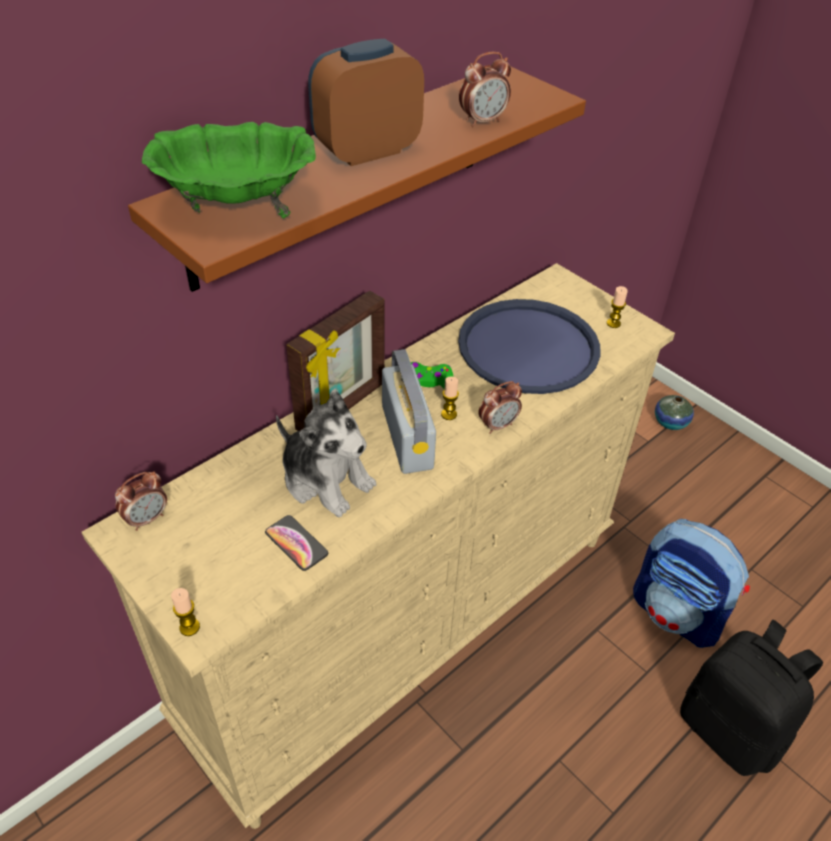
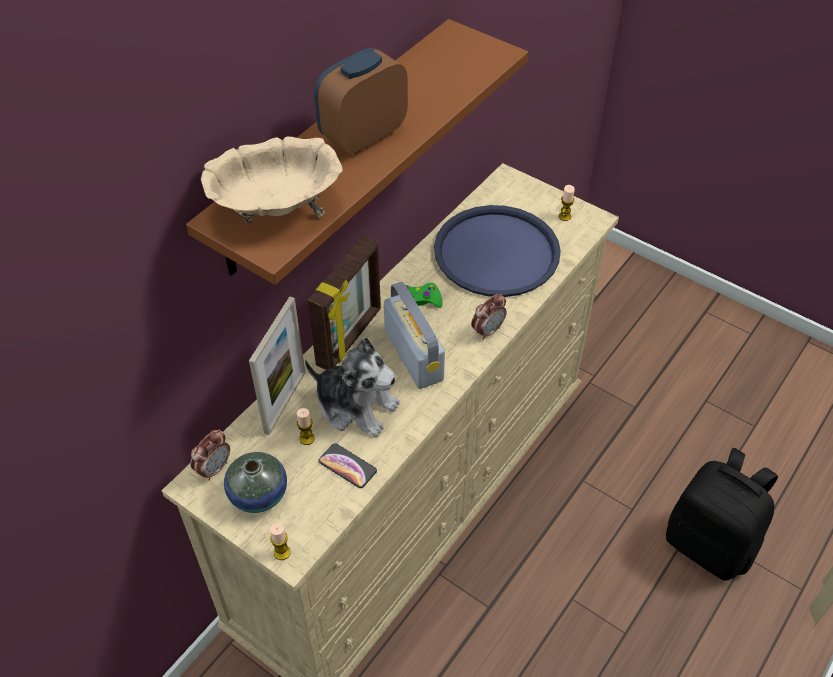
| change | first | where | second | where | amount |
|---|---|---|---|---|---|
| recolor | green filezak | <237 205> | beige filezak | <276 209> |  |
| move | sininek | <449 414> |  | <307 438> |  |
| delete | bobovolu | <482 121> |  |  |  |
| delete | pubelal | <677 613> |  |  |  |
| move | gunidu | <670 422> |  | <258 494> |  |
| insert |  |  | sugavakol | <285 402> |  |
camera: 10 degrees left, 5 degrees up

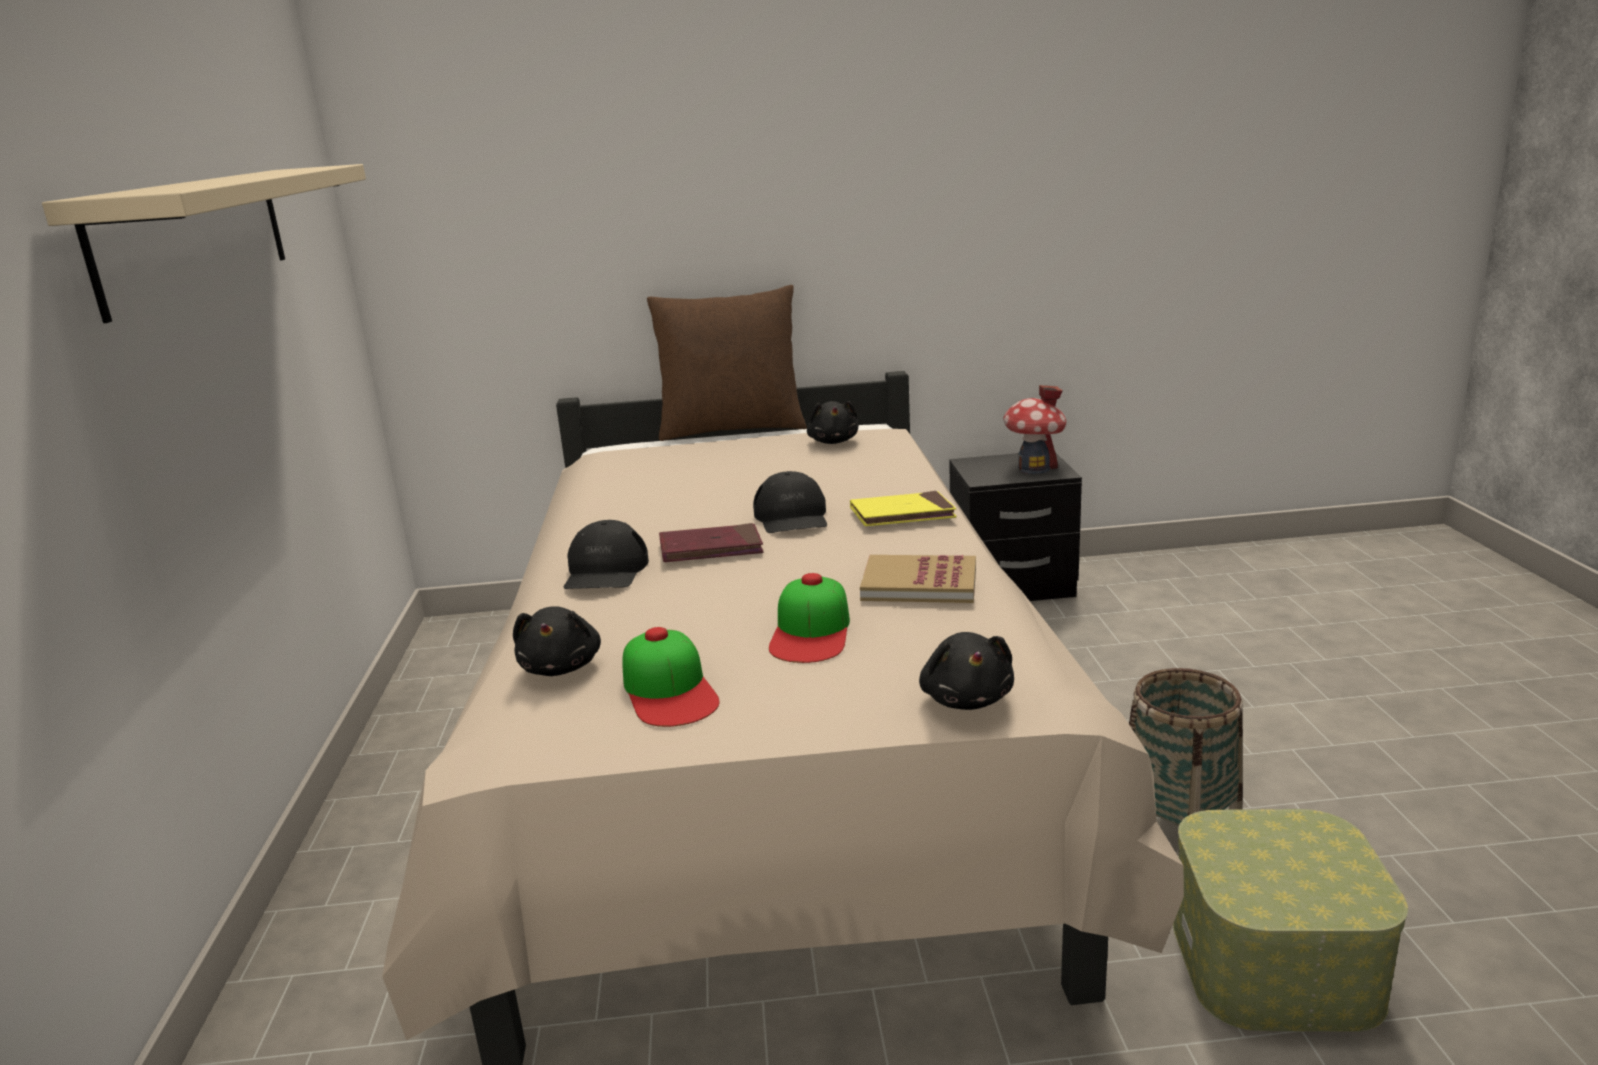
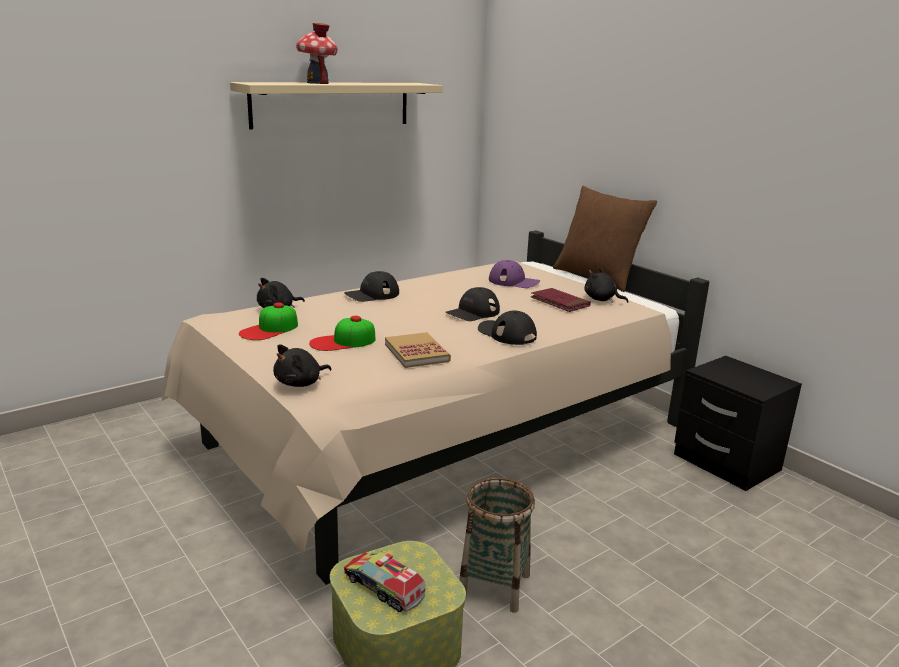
| change | first | where | second | where | amount |
|---|---|---|---|---|---|
| move | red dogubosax | <711 548> |  | <560 302> |  |
| rotate | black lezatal | <833 441> |  | <601 300> | 75 degrees clockwise |
| replace | yellow dogubosax | <902 514> | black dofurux | <507 334> |  |
| move | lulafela | <1034 468> |  | <317 83> |  |
| insert |  |  | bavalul | <383 587> |  |
| insert |  |  | purple dofurux | <514 281> |  |
camera: 55 degrees right, 0 degrees up

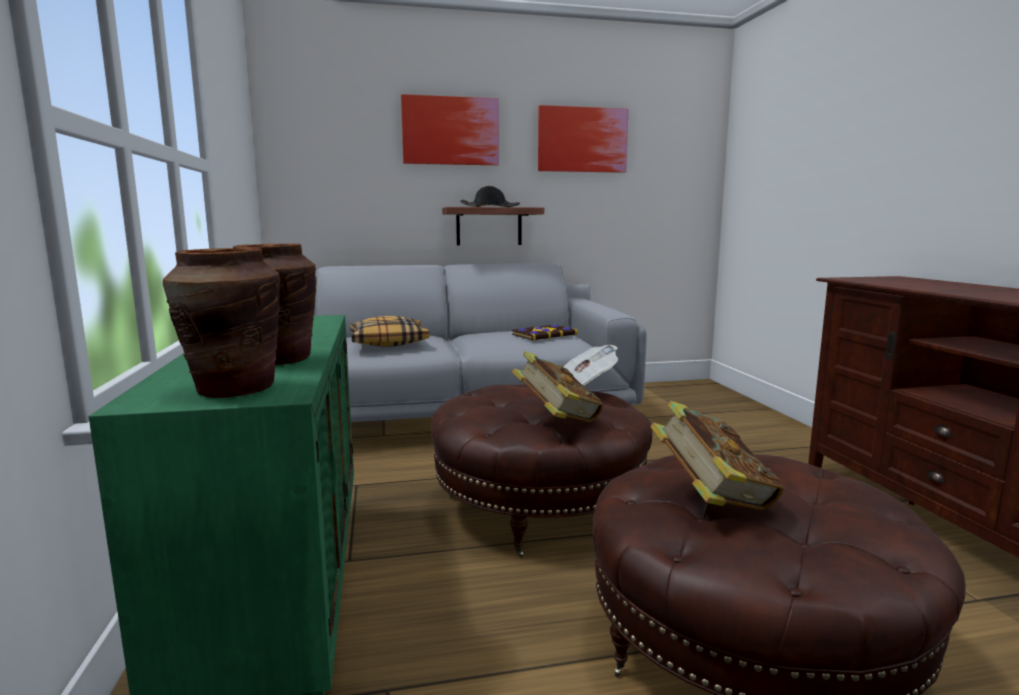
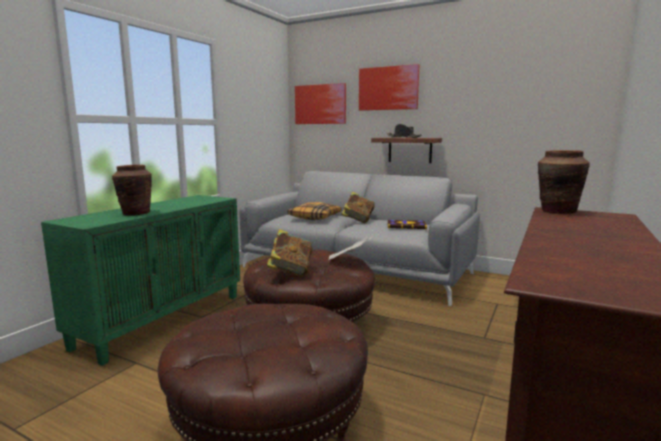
| change | first | where | second | where | amount |
|---|---|---|---|---|---|
| move | brown gunidu | <234 389> |  | <558 211> |  |
| move | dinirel | <582 140> |  | <320 104> |  |
| move | dogubosax | <711 500> |  | <358 220> |  |
camera: 40 degrees right, 0 degrees up

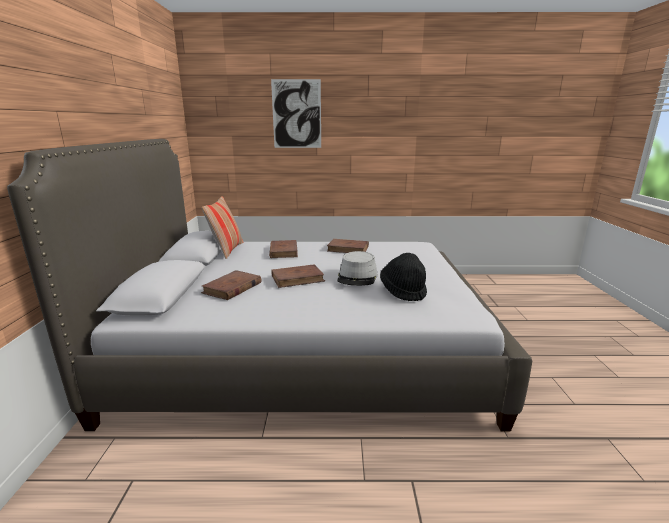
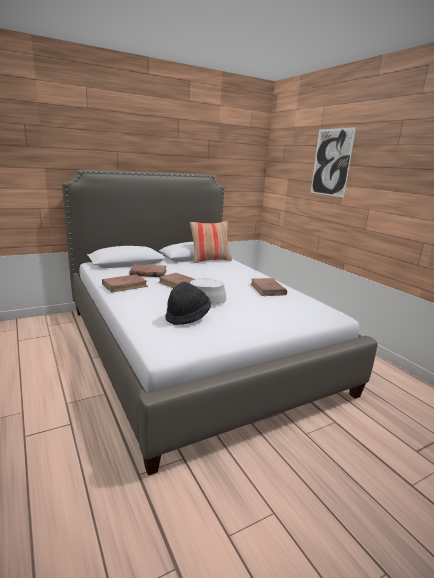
| change | first | where | second | where | amount |
|---|---|---|---|---|---|
| move | brown dogubosax | <283 251> |  | <125 285> |  |
camera: 60 degrees right, 0 degrees up

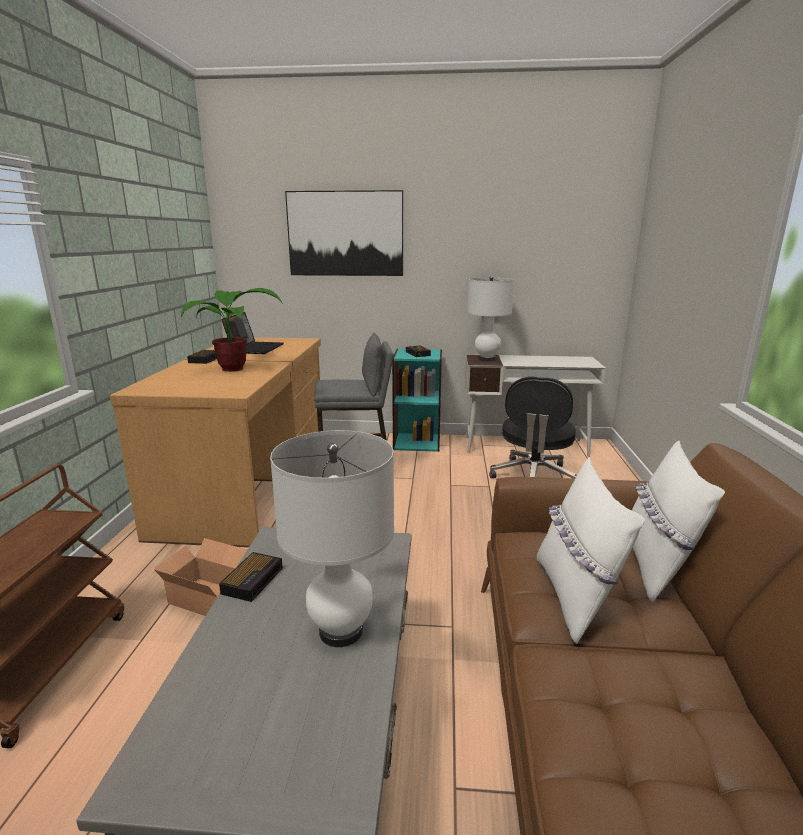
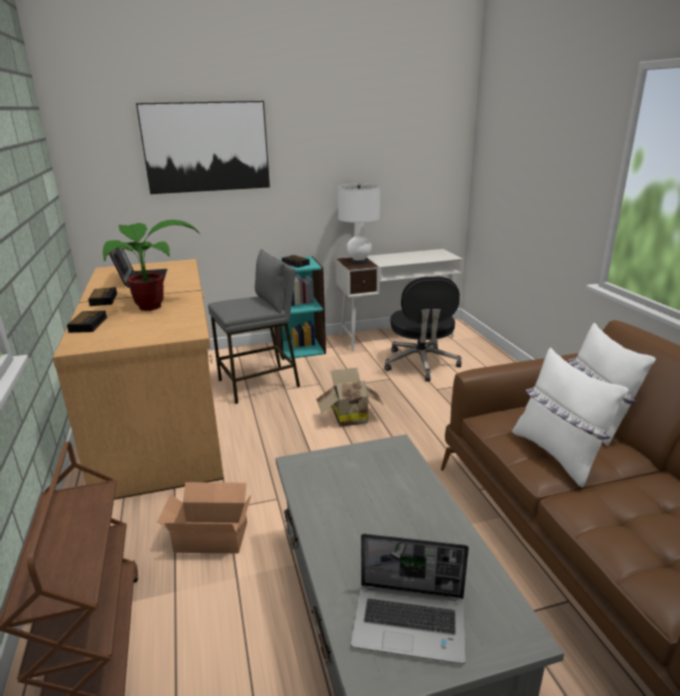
| change | first | where | second | where | amount |
|---|---|---|---|---|---|
| move | bobovolu | <253 579> |  | <88 324> |  |
| delete | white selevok | <340 631> |  |  |  |
| insert |  |  | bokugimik | <348 417> |  |
| insert |  |  | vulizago | <411 622> |  |
camera: 20 degrees left, 5 degrees up

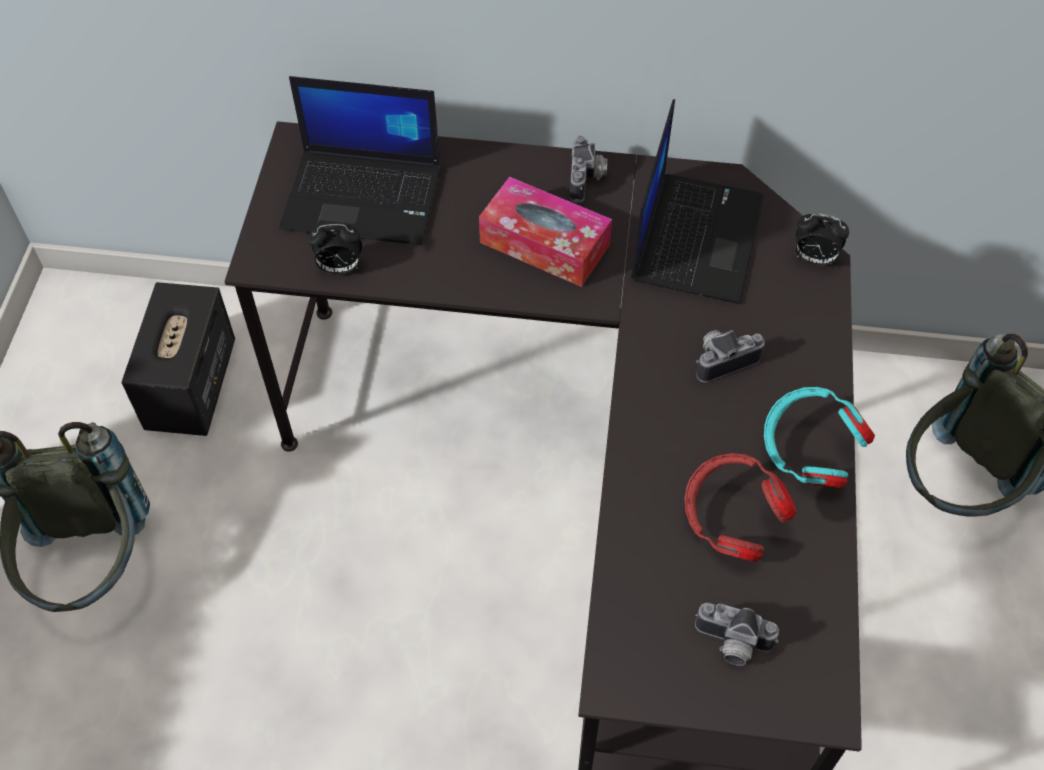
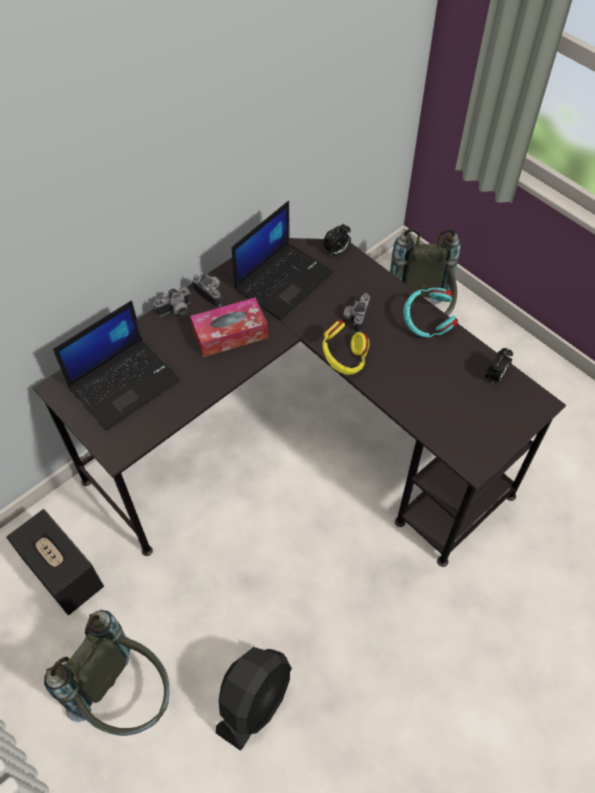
| change | first | where | second | where | amount |
|---|---|---|---|---|---|
| move | bobovolu | <339 268> |  | <495 376> |  |
| rotate | vulizago | <696 236> |  | <284 280> | 75 degrees clockwise |
| delete | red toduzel | <730 522> |  |  |  |
| move | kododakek | <731 645> |  | <176 311> |  |
| insert |  |  | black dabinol | <255 700> |  |
| insert |  |  | yellow toduzel | <343 360> |  |
camera: 50 degrees left, 0 degrees up

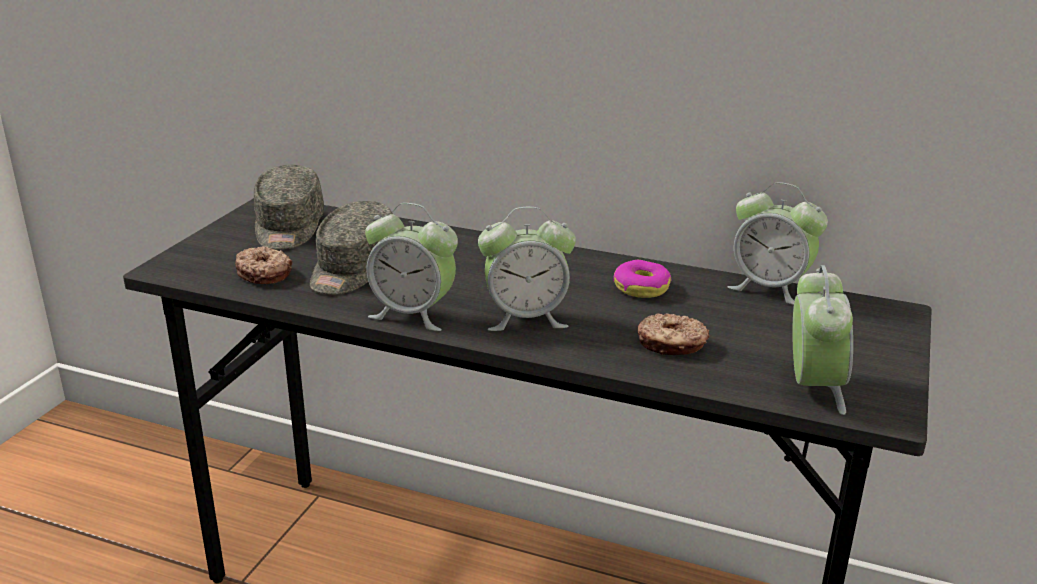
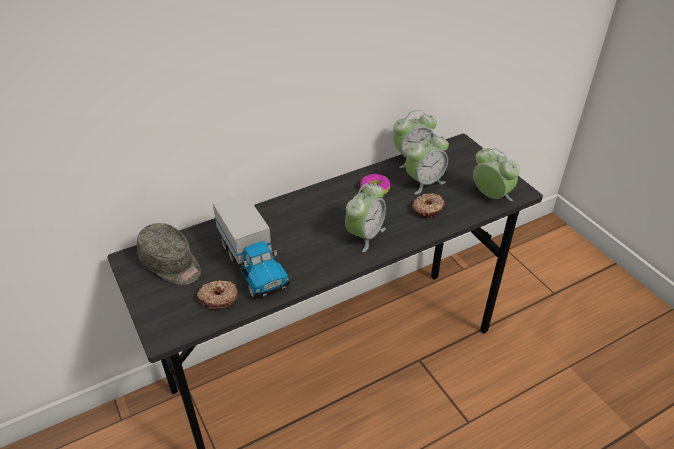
| change | first | where | second | where | amount |
|---|---|---|---|---|---|
| replace | grey dofurux | <353 270> | bavalul | <253 265> |  |
| move | bobovolu | <413 314> |  | <424 182> |  |
camera: 50 degrees left, 15 degrees up

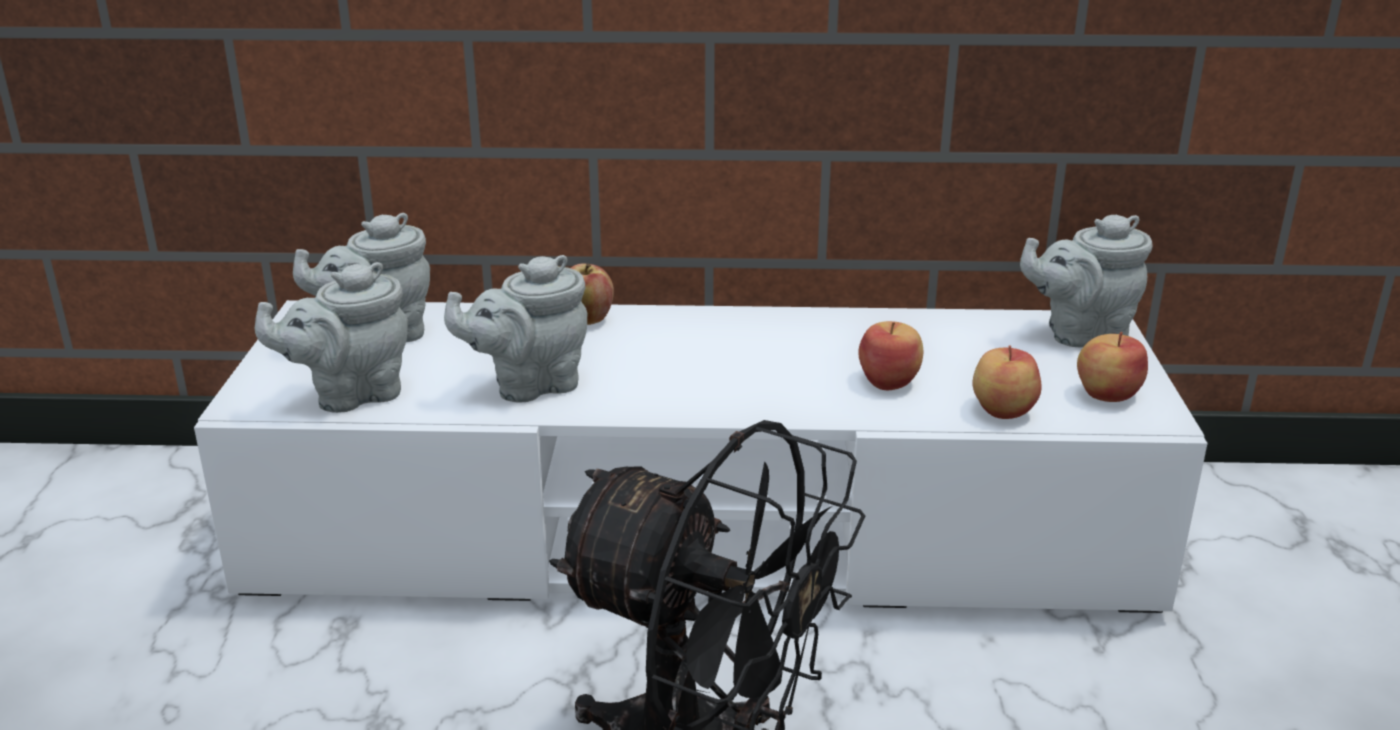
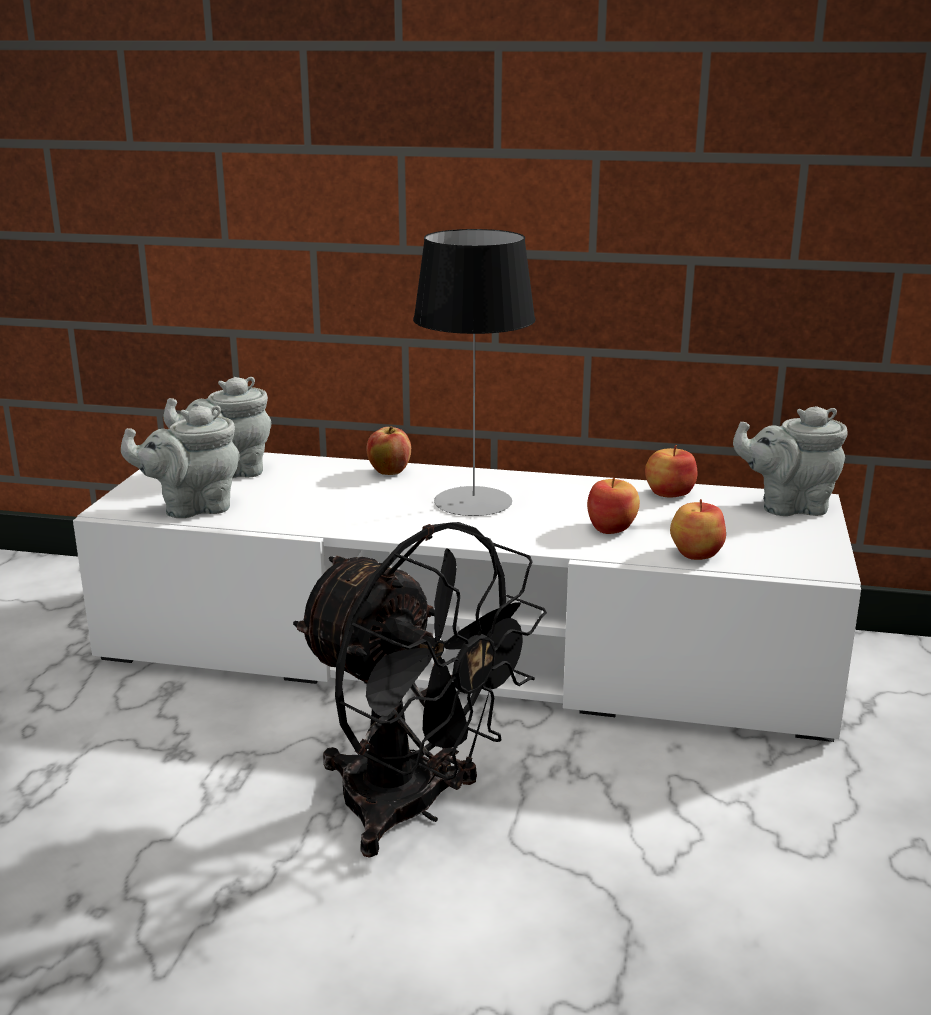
| change | first | where | second | where | amount |
|---|---|---|---|---|---|
| delete | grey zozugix | <529 385> |  |  |  |
| move | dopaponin | <1107 394> |  | <669 493> |  |
| insert |  |  | selevok | <473 501> |  |
camera: 10 degrees right, 5 degrees down

